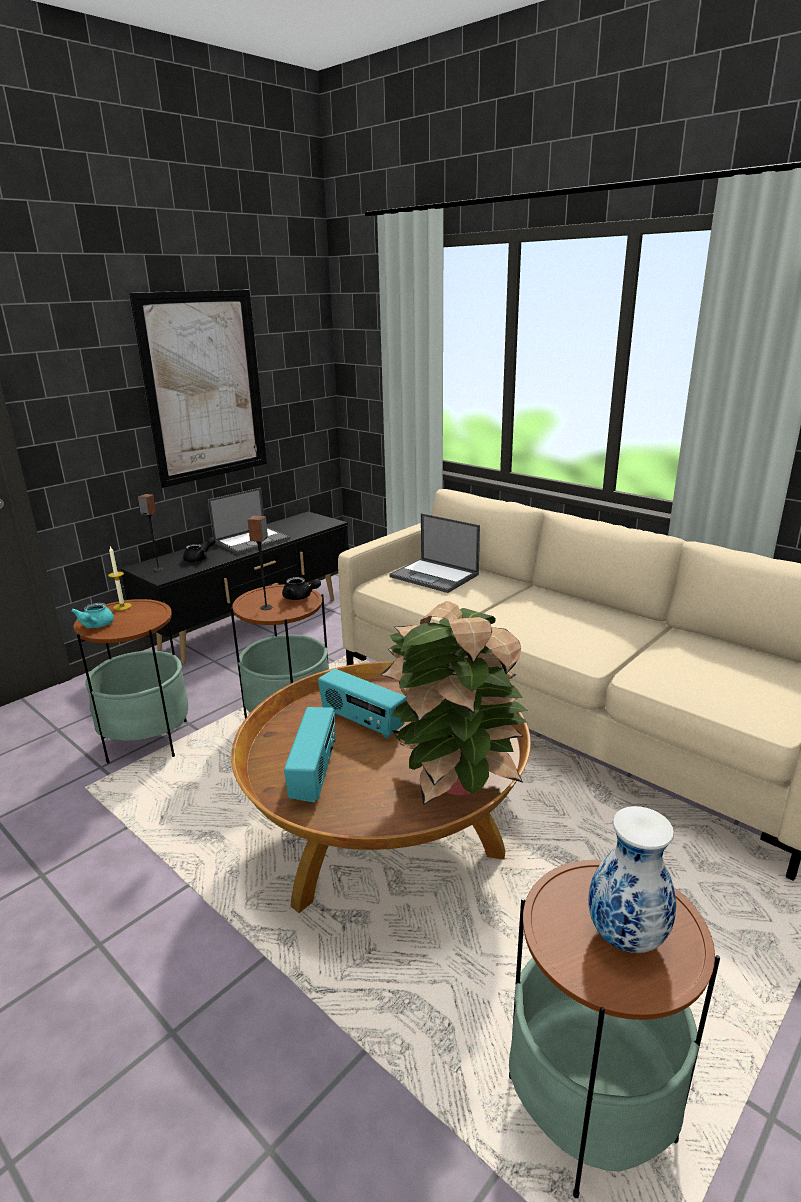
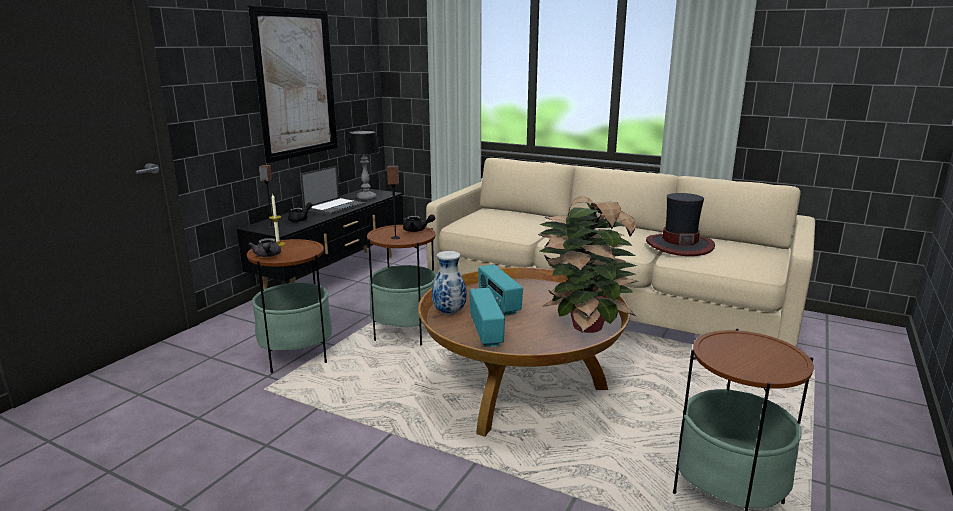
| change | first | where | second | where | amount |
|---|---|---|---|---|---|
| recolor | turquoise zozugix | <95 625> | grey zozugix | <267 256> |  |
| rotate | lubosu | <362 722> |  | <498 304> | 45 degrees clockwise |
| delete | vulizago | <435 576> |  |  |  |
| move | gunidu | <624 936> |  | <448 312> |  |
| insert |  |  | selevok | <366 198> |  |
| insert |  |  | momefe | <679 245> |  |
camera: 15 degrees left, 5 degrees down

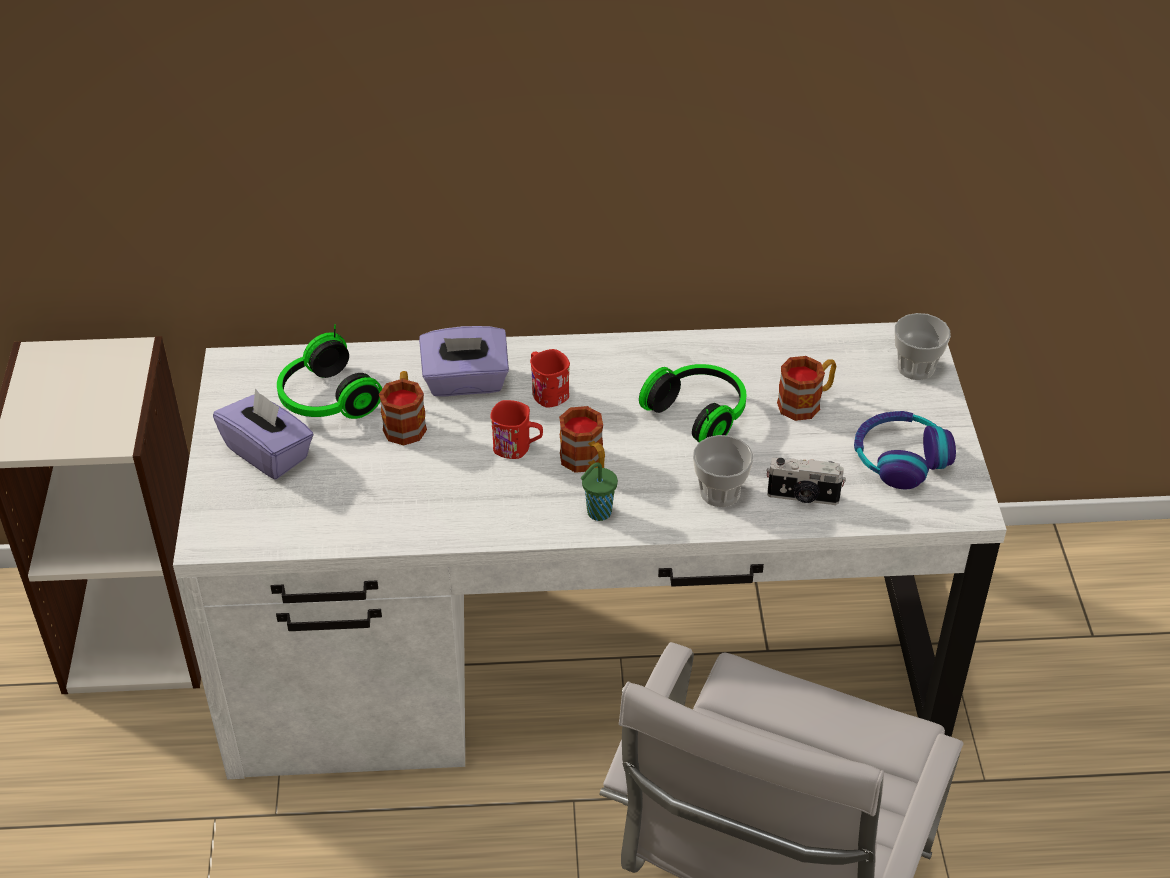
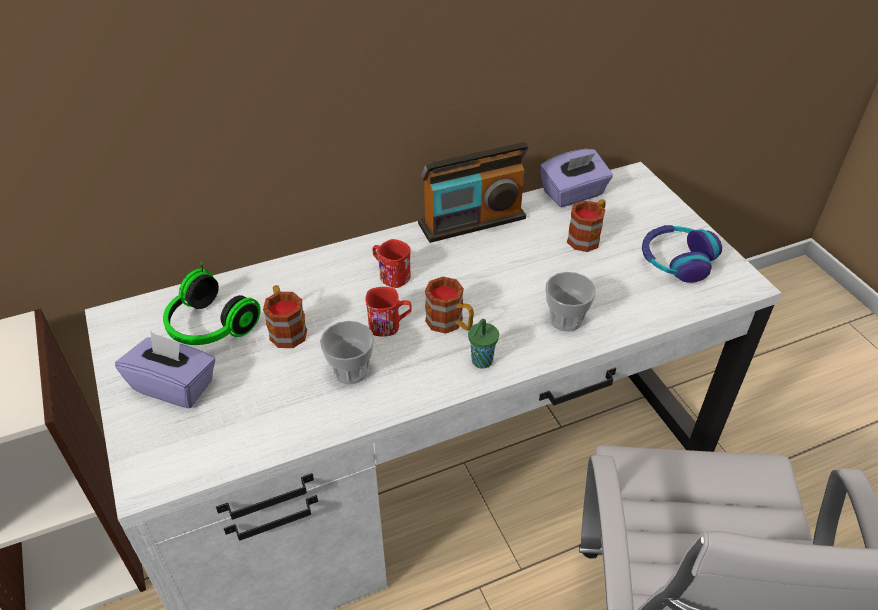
| change | first | where | second | where | amount |
|---|---|---|---|---|---|
| move | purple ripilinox | <466 382> |  | <573 194> |  |
| delete | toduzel | <699 414> |  |  |  |
| delete | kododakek | <803 497> |  |  |  |
| move | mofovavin | <915 367> |  | <350 371> |  |
| insert |  |  | lubosu | <472 221> |  |
camera: 20 degrees left, 0 degrees up

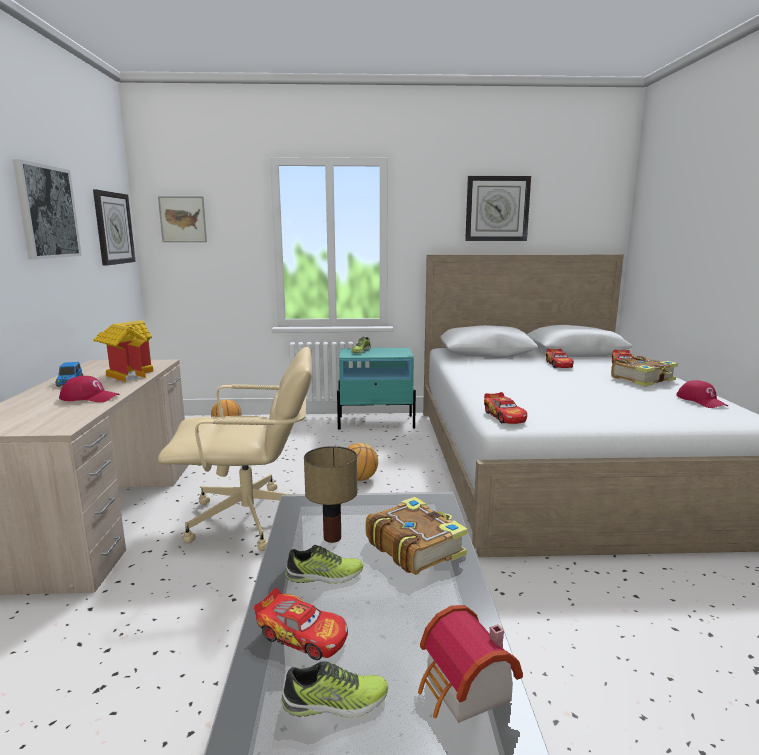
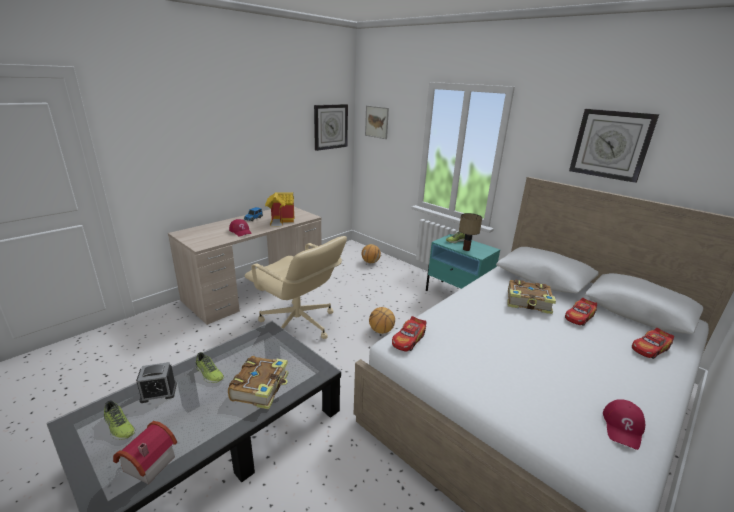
| change | first | where | second | where | amount |
|---|---|---|---|---|---|
| delete | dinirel | <47 212> |  |  |  |
| replace | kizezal | <302 635> | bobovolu | <158 392> |  |
| move | selevok | <333 538> |  | <466 249> |  |
| move | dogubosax | <643 379> |  | <528 303> |  |
camera: 45 degrees right, 10 degrees up

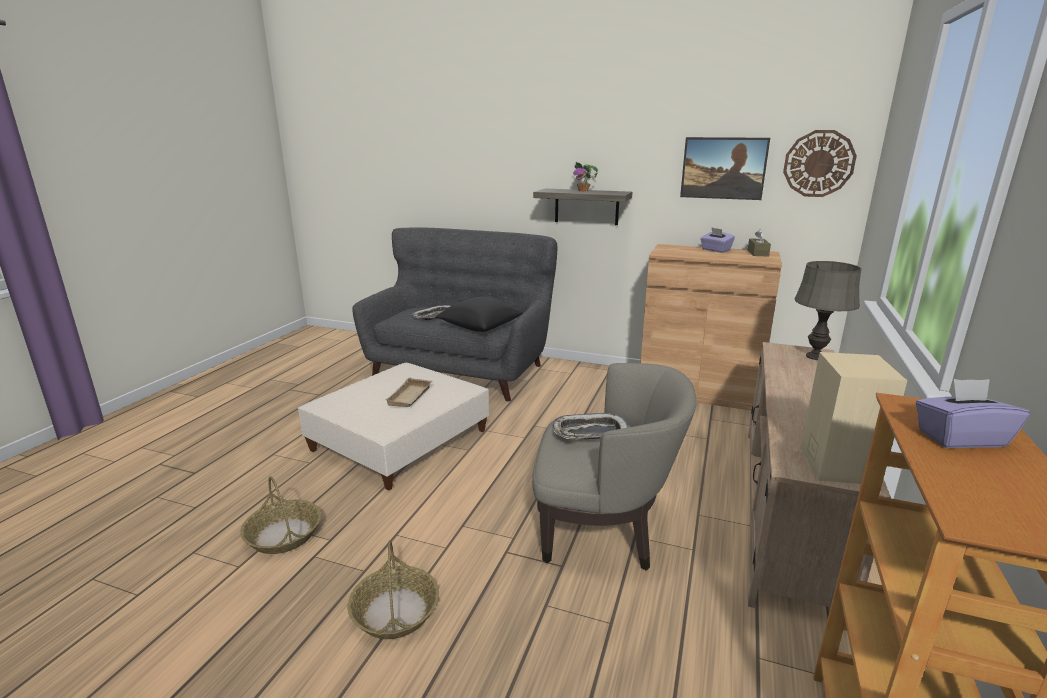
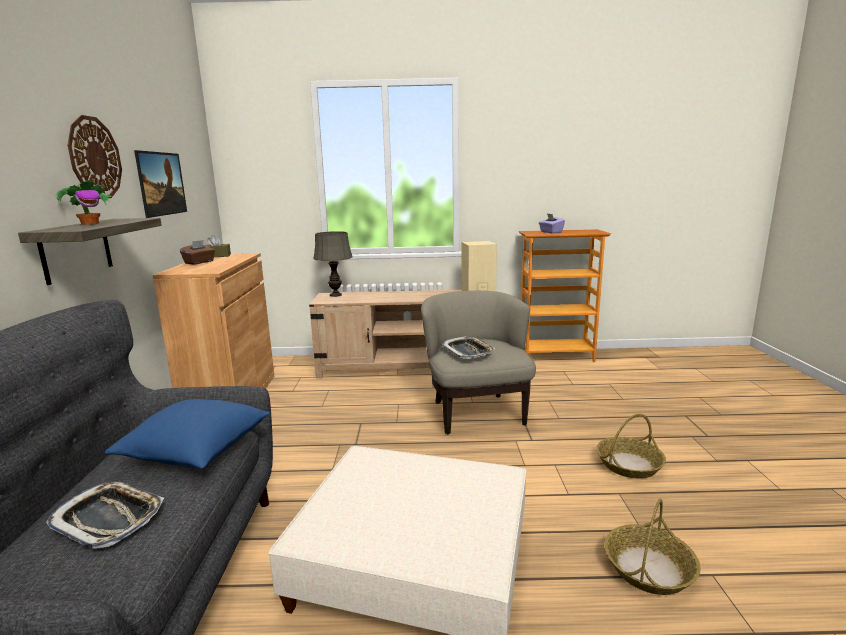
| change | first | where | second | where | amount |
|---|---|---|---|---|---|
| delete | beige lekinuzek | <411 397> |  |  |  |
| recolor | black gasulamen | <480 327> | blue gasulamen | <197 452> |  |
| recolor | purple ripilinox | <715 250> | brown ripilinox | <199 262> |  |
| move | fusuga | <818 163> |  | <95 158> |  |
camera: 110 degrees left, 5 degrees down

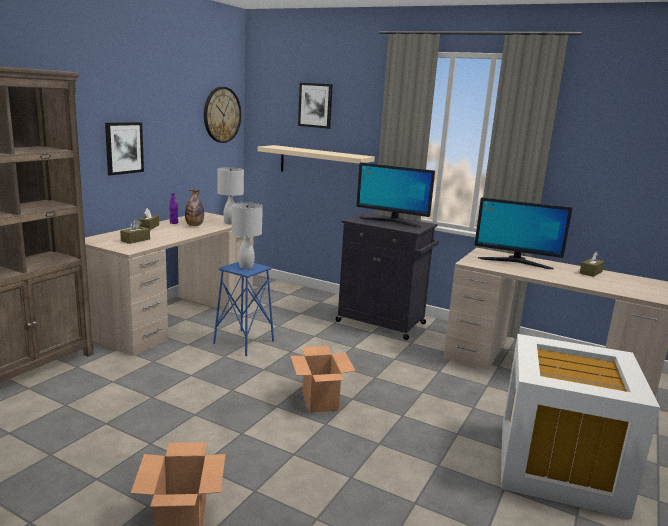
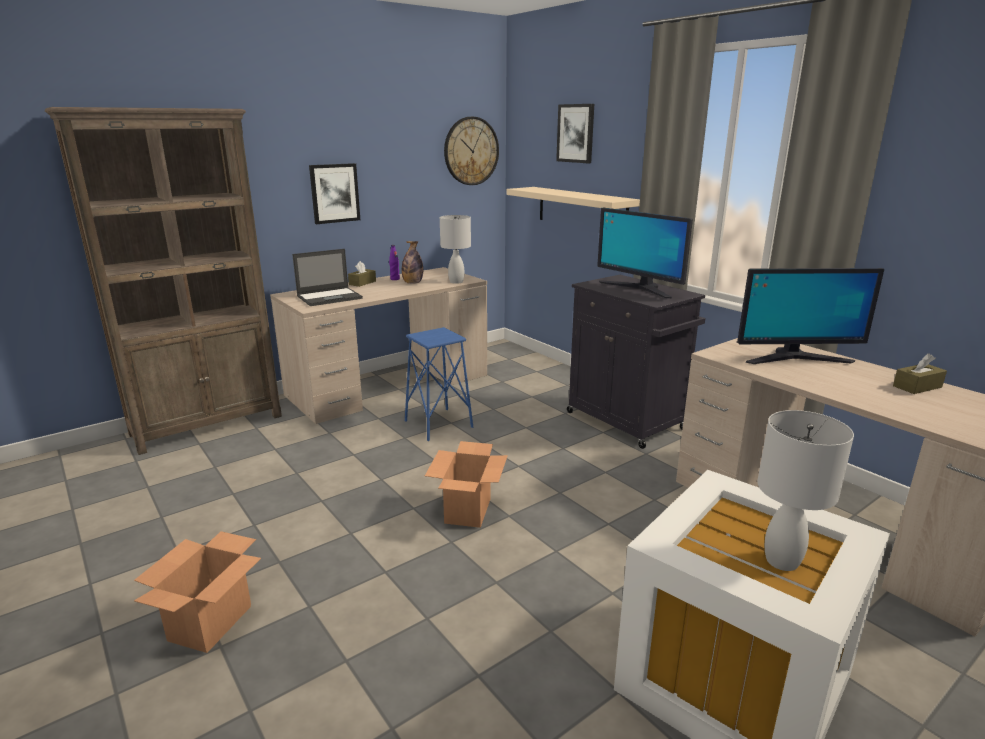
| change | first | where | second | where | amount |
|---|---|---|---|---|---|
| replace | brown ripilinox | <135 240> | vulizago | <330 297> |  |
| move | white selevok | <246 267> |  | <783 561> |  |
| rotate | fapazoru | <515 262> |  | <795 358> | 45 degrees counterclockwise |
camera: 25 degrees right, 5 degrees up

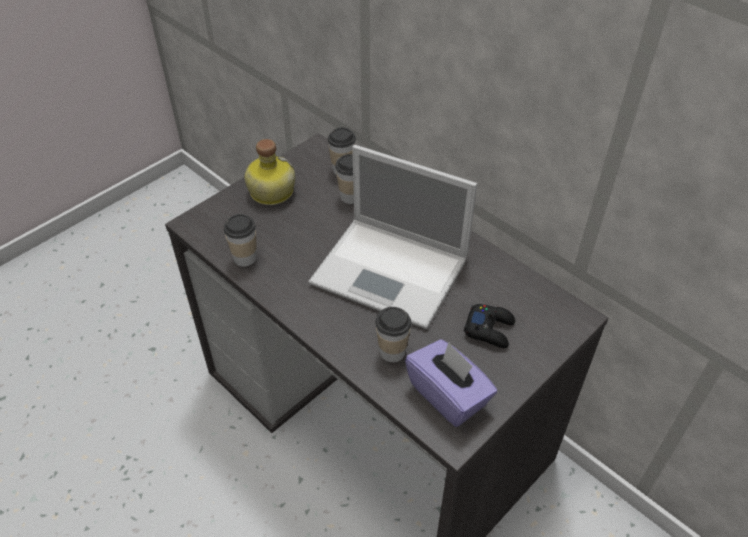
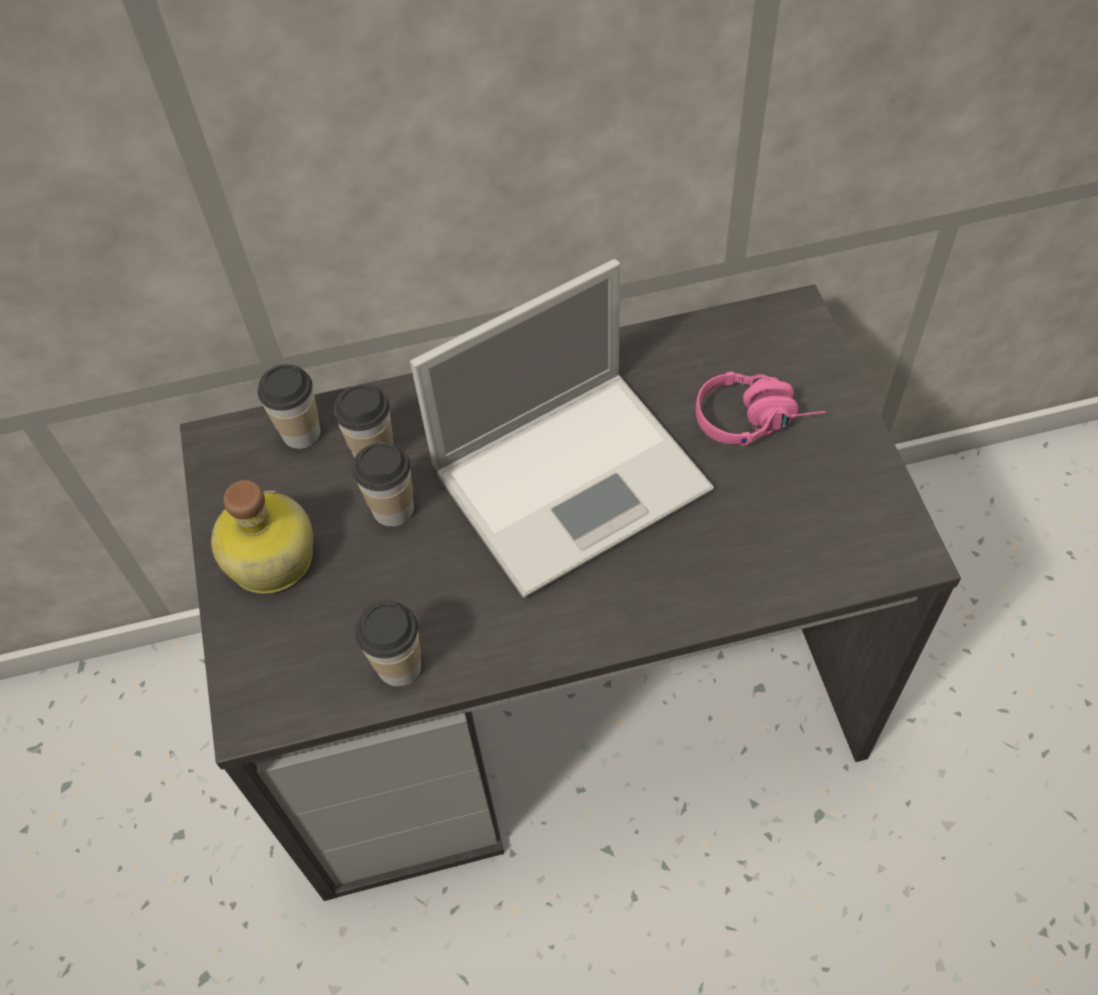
| change | first | where | second | where | amount |
|---|---|---|---|---|---|
| move | mofovavin | <392 351> |  | <393 509> |  |
| delete | purple ripilinox | <448 395> |  |  |  |
| replace | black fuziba | <489 329> | pink toduzel | <756 418> |  |
camera: 55 degrees left, 10 degrees up

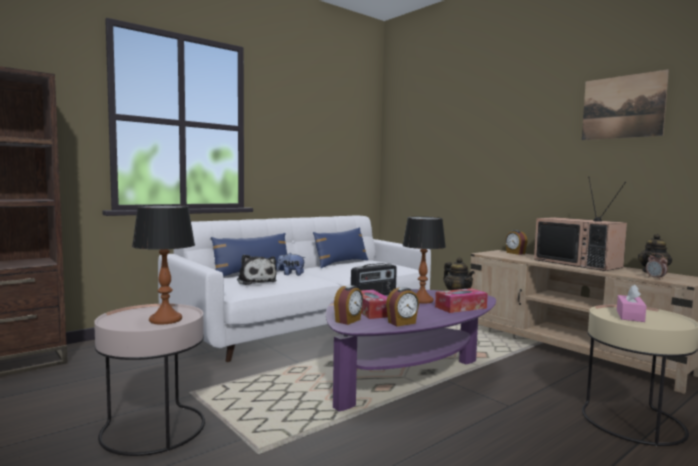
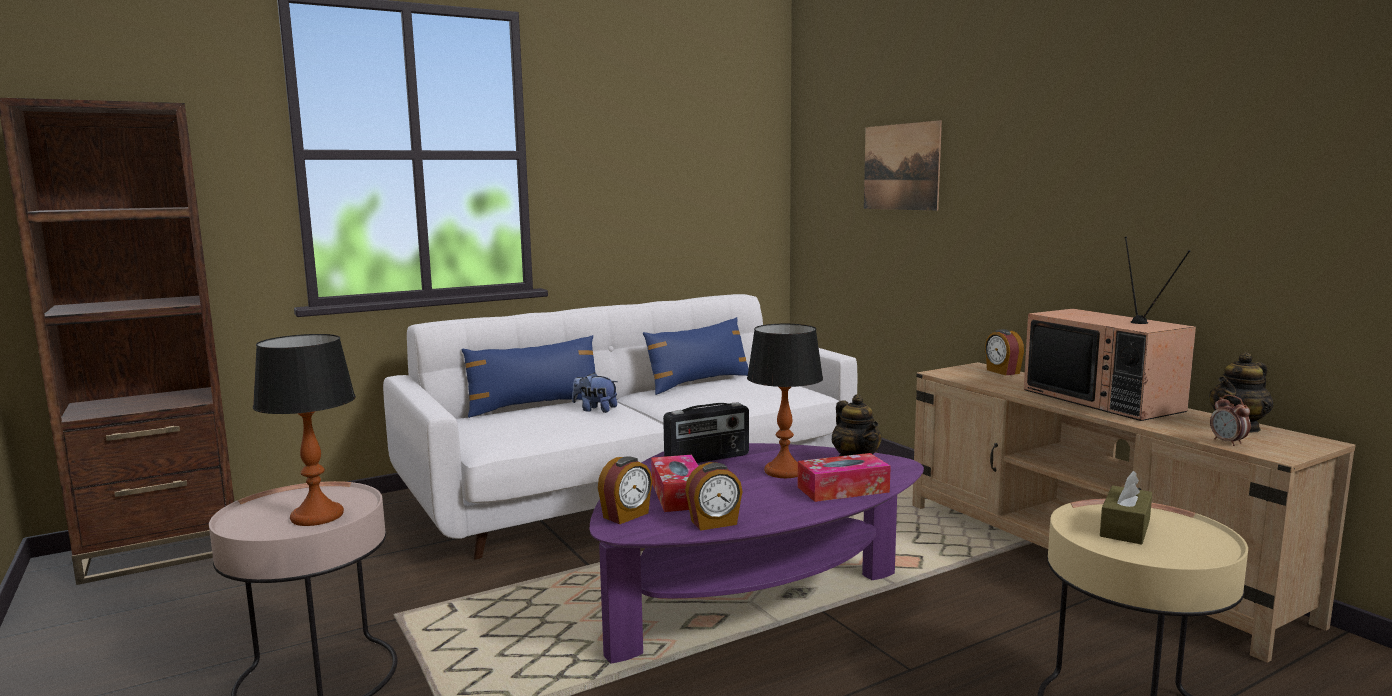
| change | first | where | second | where | amount |
|---|---|---|---|---|---|
| delete | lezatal | <256 281> |  |  |  |
| move | dinirel | <622 107> |  | <901 167> |  |
| recolor | pink ripilinox | <630 316> | brown ripilinox | <1125 528> |  |
camera: 10 degrees right, 5 degrees up

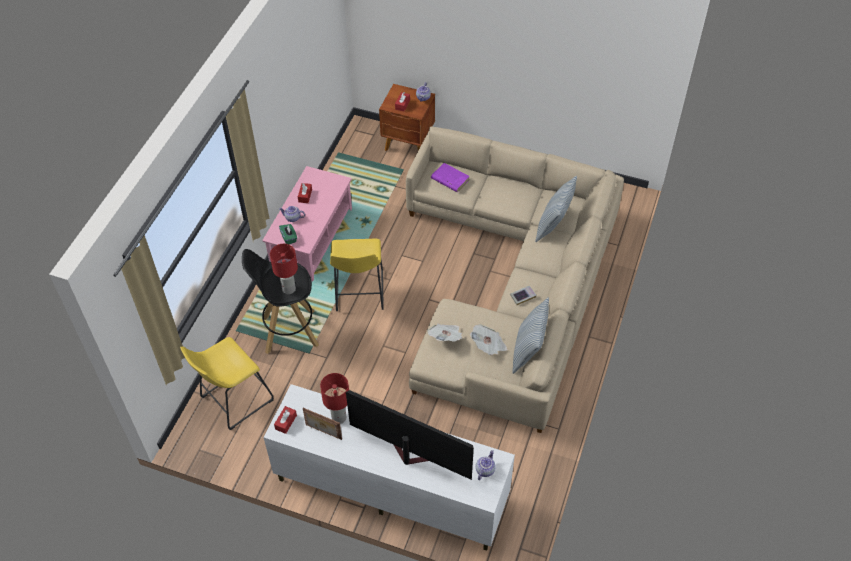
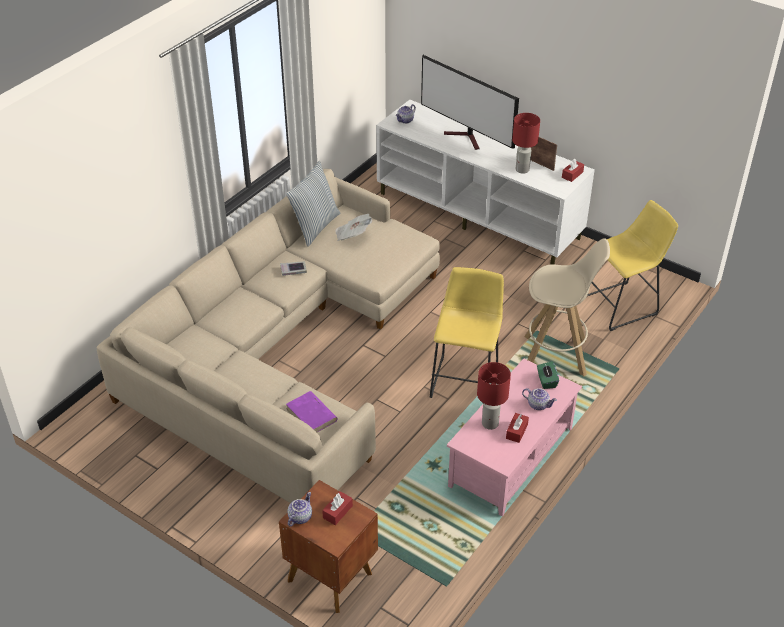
| change | first | where | second | where | amount |
|---|---|---|---|---|---|
| recolor | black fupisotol | <289 331> | beige fupisotol | <556 356> |  |
| move | red selevok | <289 289> |  | <490 423> |  |
| delete | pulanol | <446 337> |  |  |  |
| delete | gasulamen | <553 225> |  |  |  |
camera: 165 degrees left, 10 degrees down

